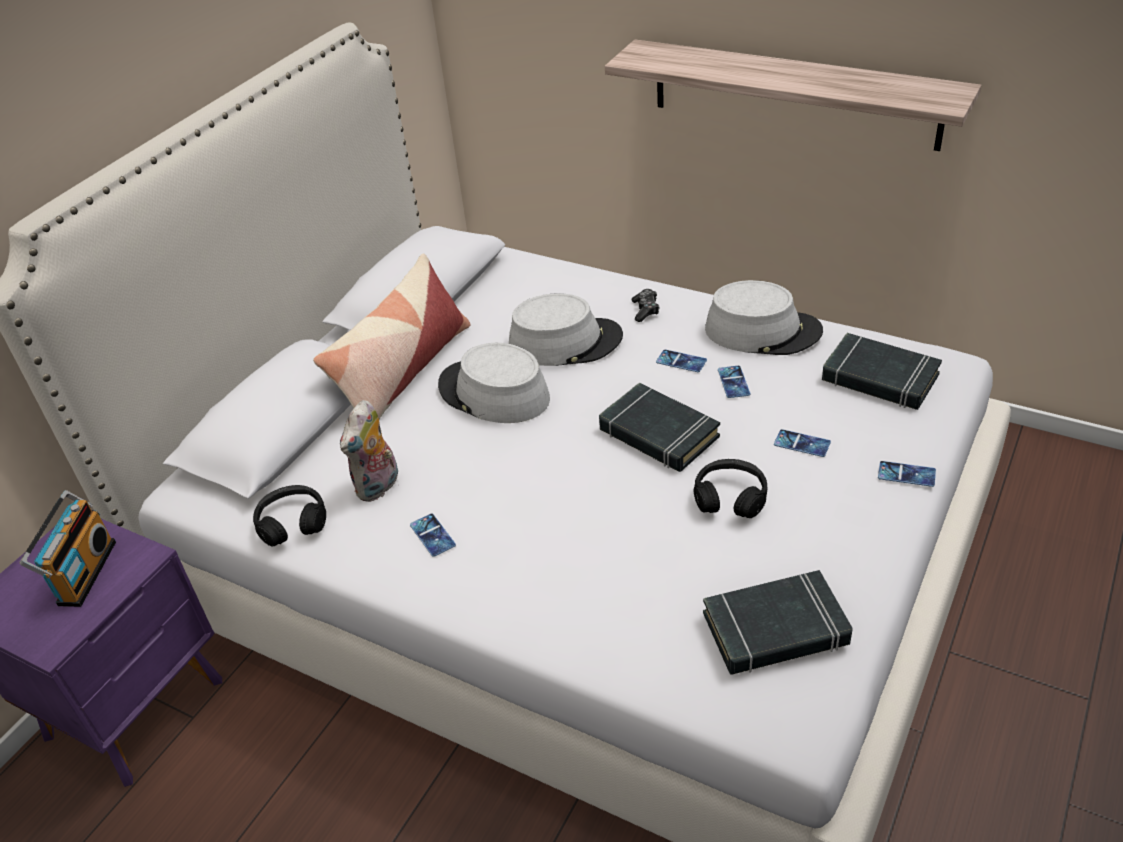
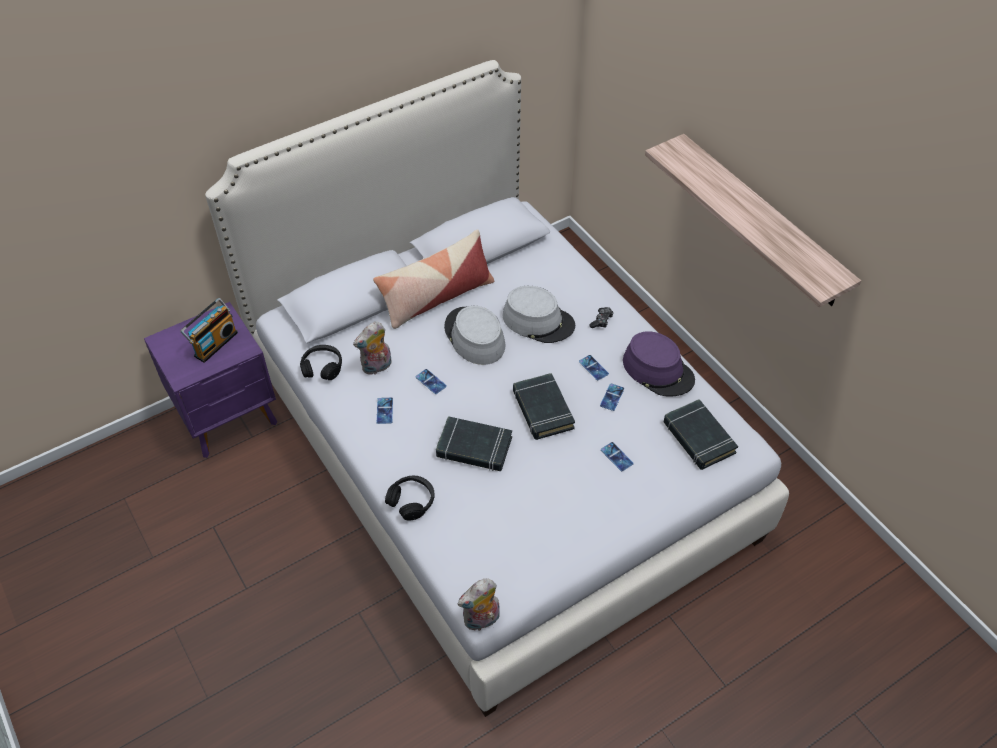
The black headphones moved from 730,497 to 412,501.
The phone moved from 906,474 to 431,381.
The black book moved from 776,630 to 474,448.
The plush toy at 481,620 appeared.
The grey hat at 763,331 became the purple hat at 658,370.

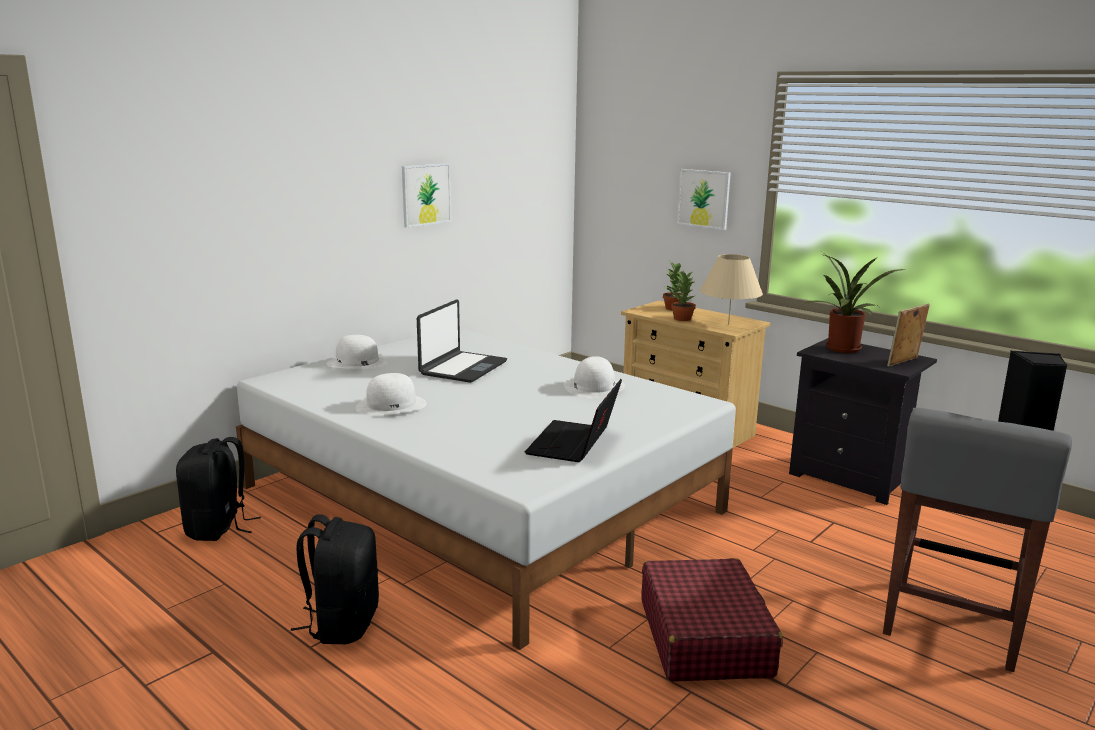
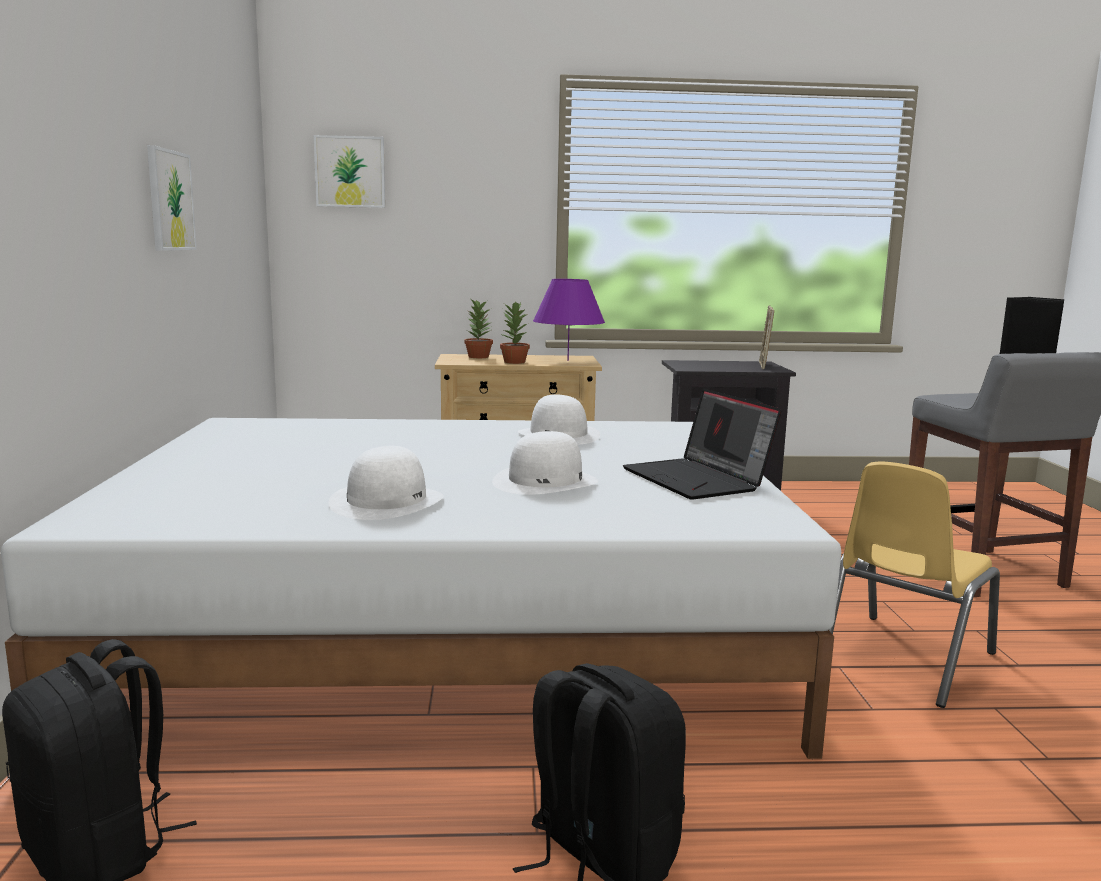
The picture moved from 704,198 to 350,172.
The white hat moved from 357,362 to 545,482.
The beige table lamp at 728,324 became the purple table lamp at 567,360.
The red suitcase at 704,637 was replaced by the yellow chair at 904,659.
The laptop at 462,368 disappeared.
The potted plant at 843,350 disappeared.

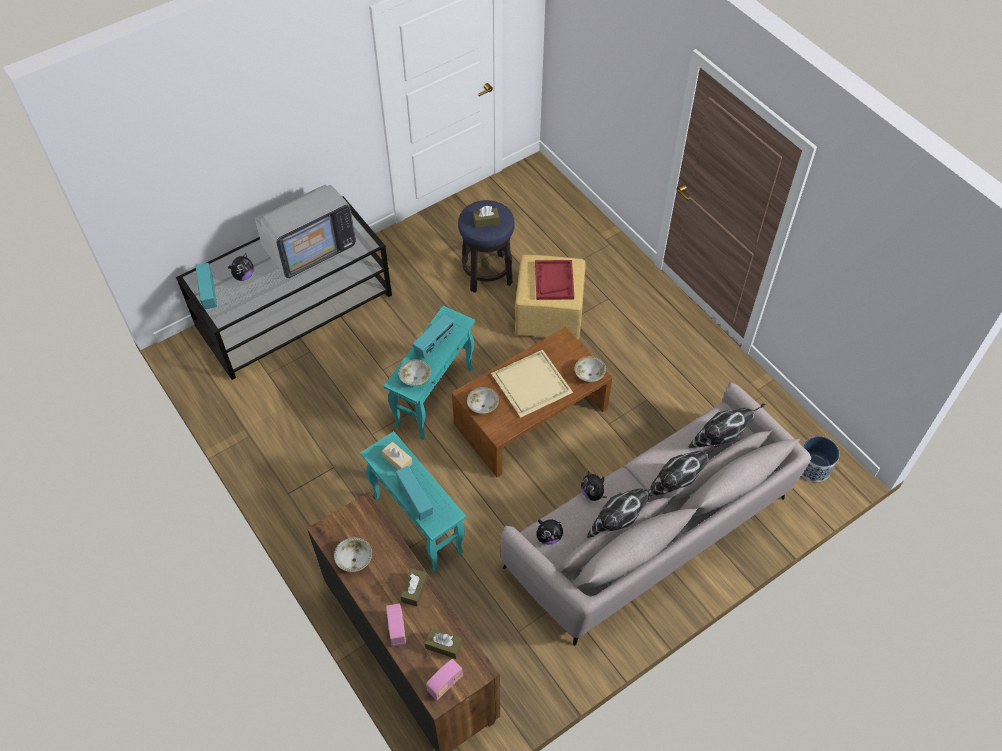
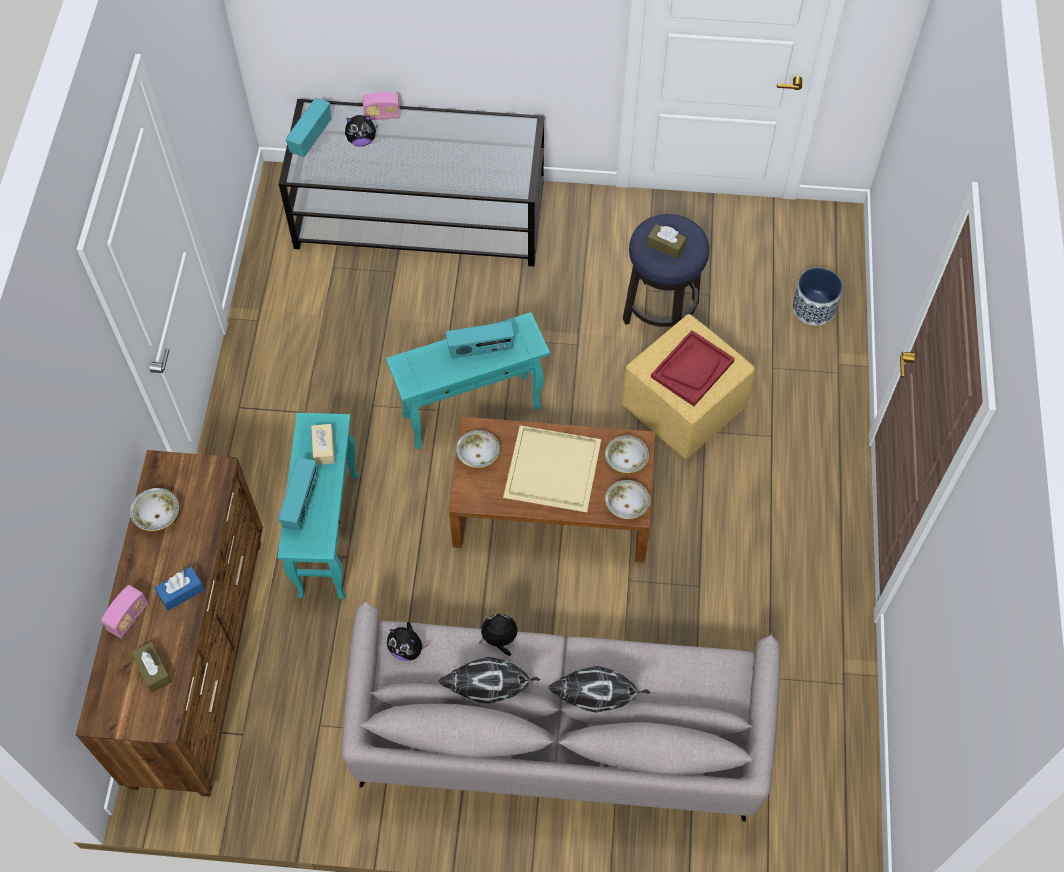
The brown tissue box at 414,590 became the blue tissue box at 181,592.
The radio moved from 445,683 to 382,115.
The plush toy at 593,493 turned 75 degrees clockwise.
The bowl moved from 415,378 to 626,461.
The planter moved from 813,467 to 813,308.
The television at 310,248 disappeared.
The pillow at 720,442 disappeared.

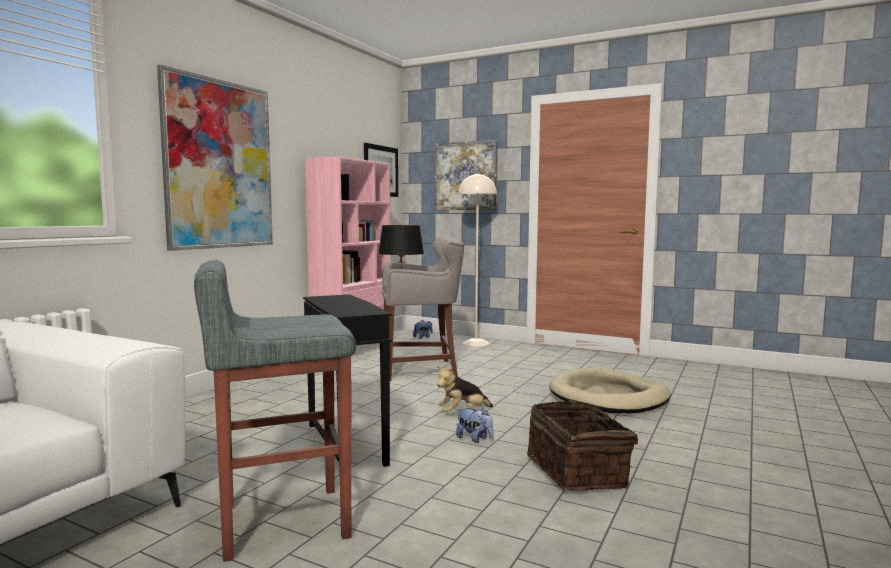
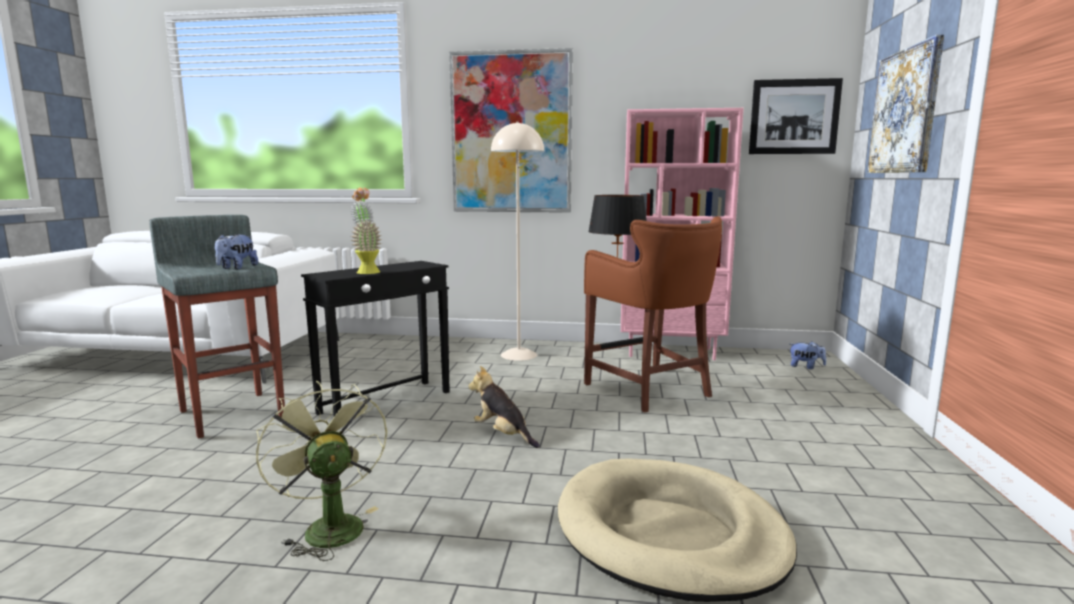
The plush toy moved from 474,439 to 236,268.
The basket at 579,471 was replaced by the green fan at 328,526.
The potted plant at 367,271 appeared.
The beige floor lamp moved from 475,343 to 518,355.
The grey stool at 422,369 became the brown stool at 650,390.

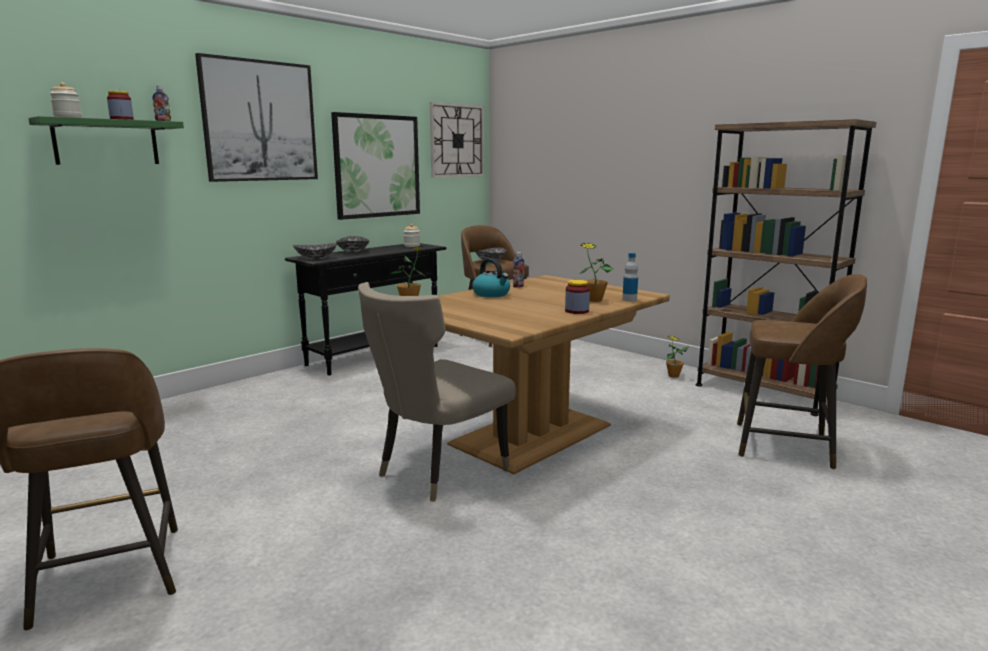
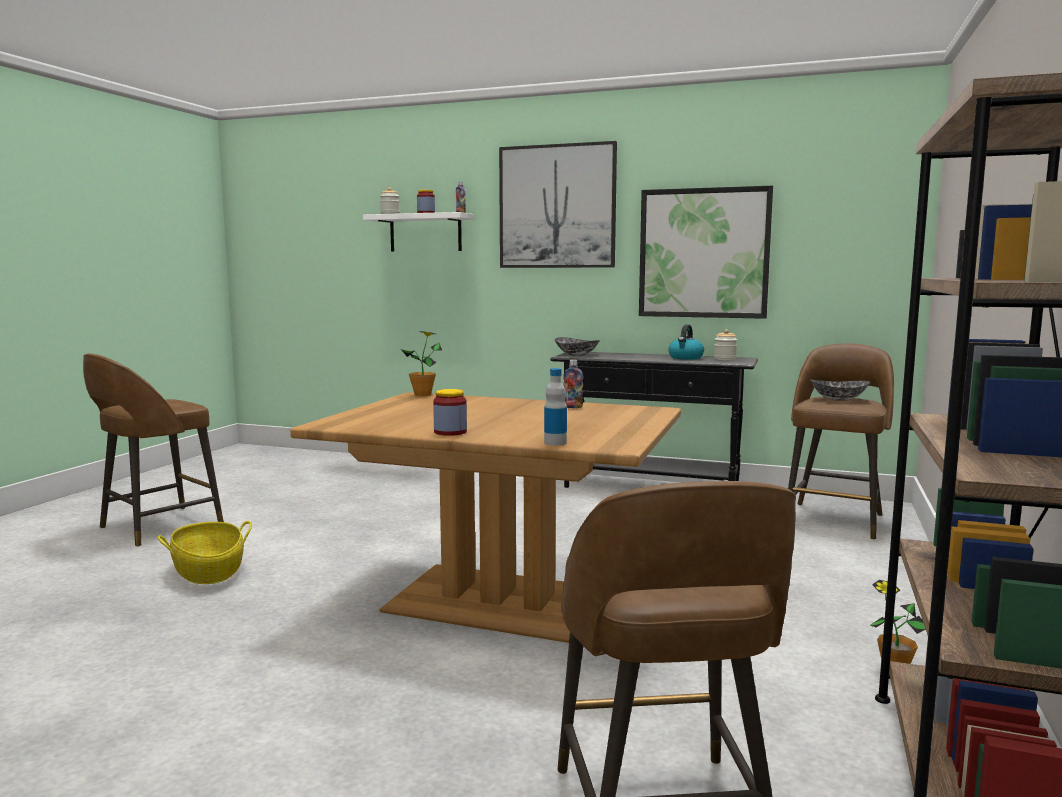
The basket at 209,571 appeared.
The green shelf at 106,142 became the white shelf at 425,233.
The kettle moved from 492,294 to 686,358.
The bowl at 352,251 disappeared.
The beige chair at 436,472 disappeared.
The wall clock at 457,141 disappeared.
The potted plant at 594,300 disappeared.

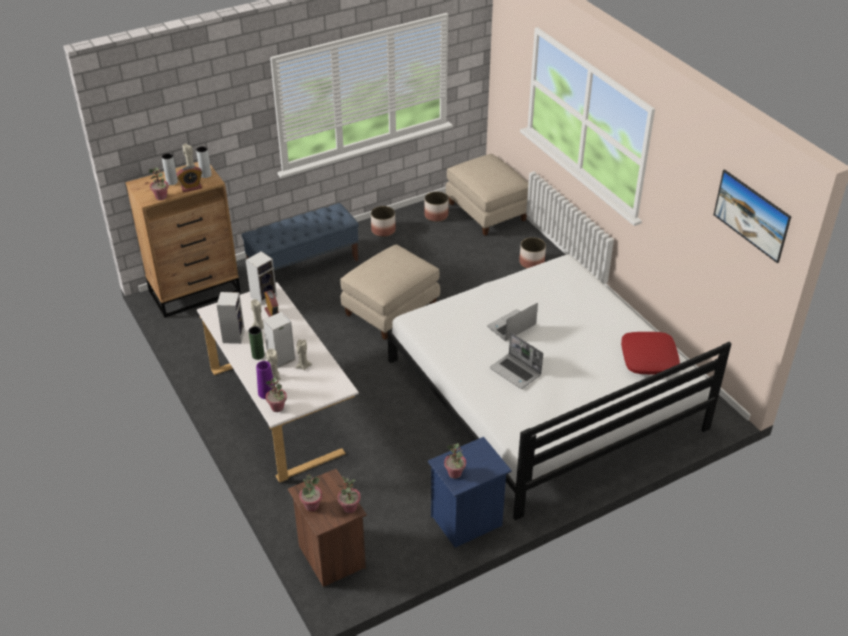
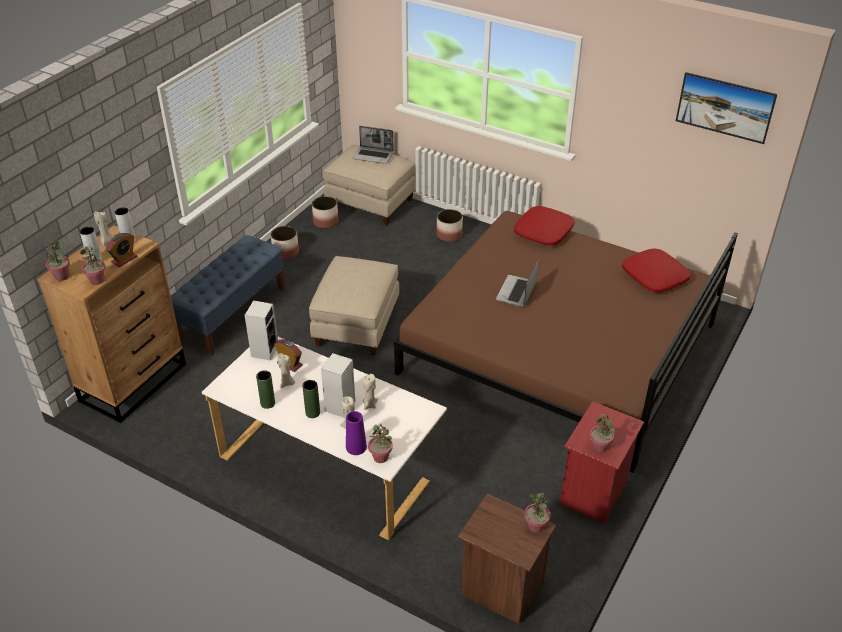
The potted plant moved from 311,506 to 61,276.
The speaker at 233,335 was replaced by the green vase at 267,403.
The laptop moved from 516,372 to 374,156.
The white bed at 543,394 became the brown bed at 559,348.
The red pillow at 544,232 appeared.
The blue nightstand at 467,521 became the red nightstand at 594,494.

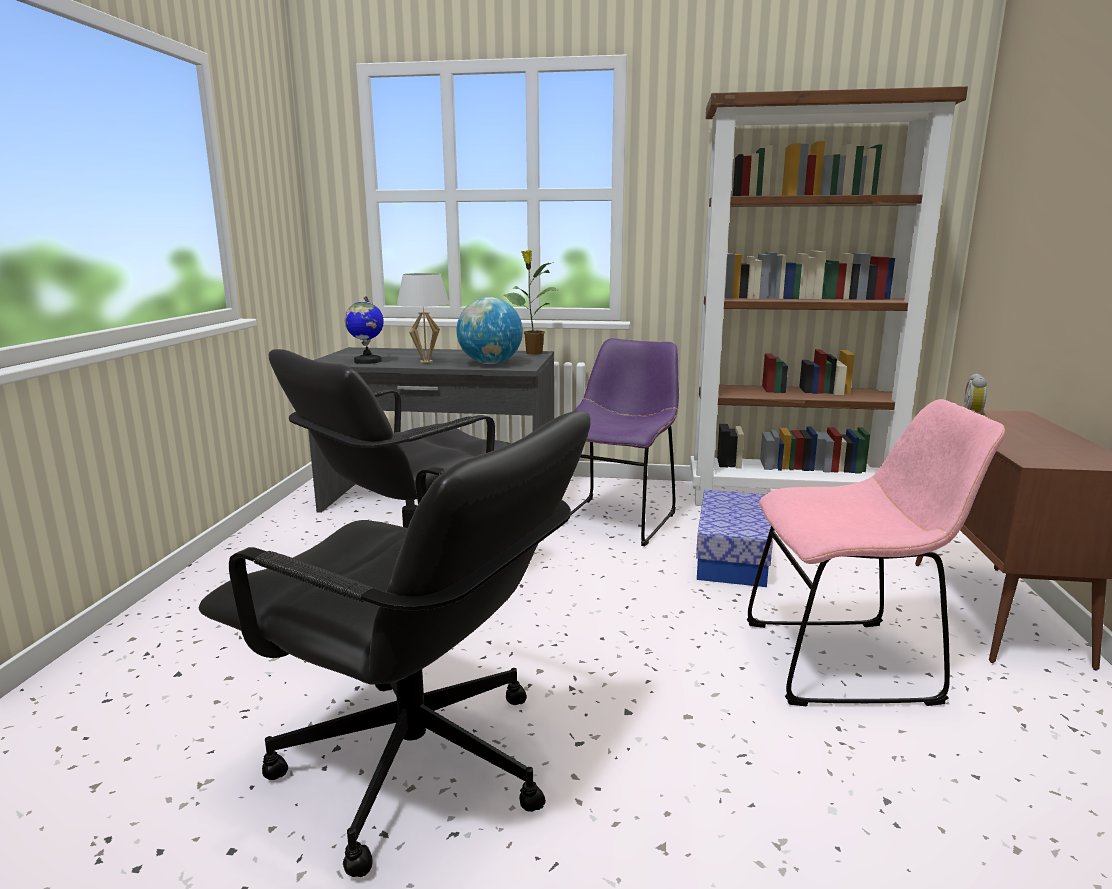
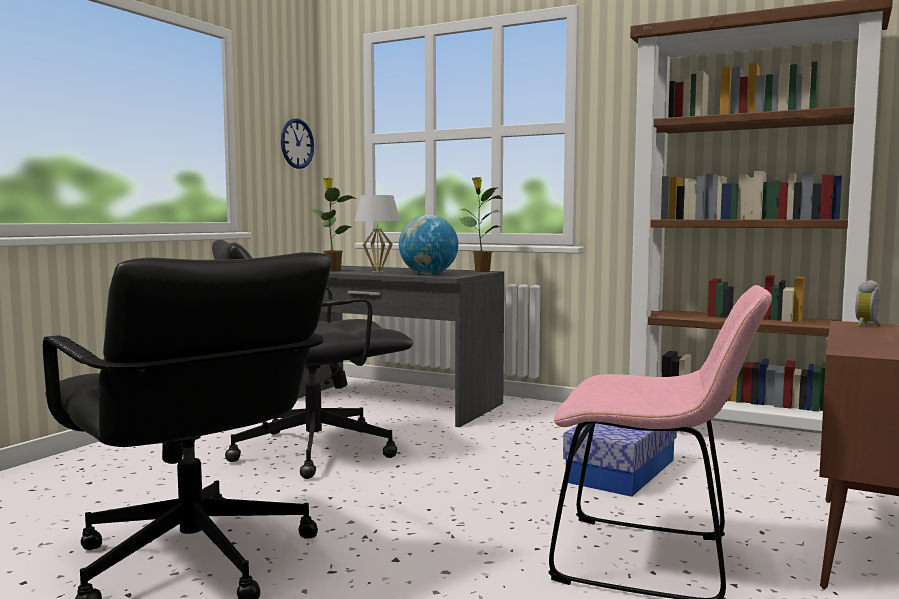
The wall clock at 297,143 appeared.
The globe at 367,361 was replaced by the potted plant at 332,270.
The purple chair at 617,518 disappeared.

